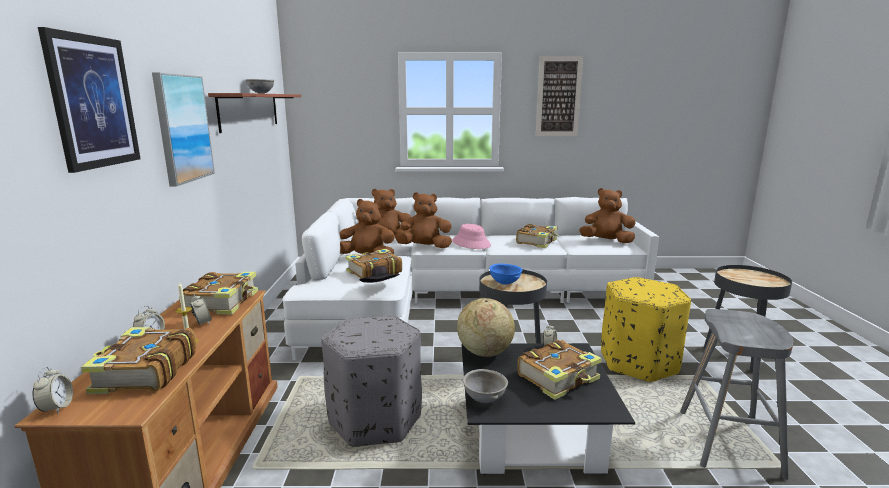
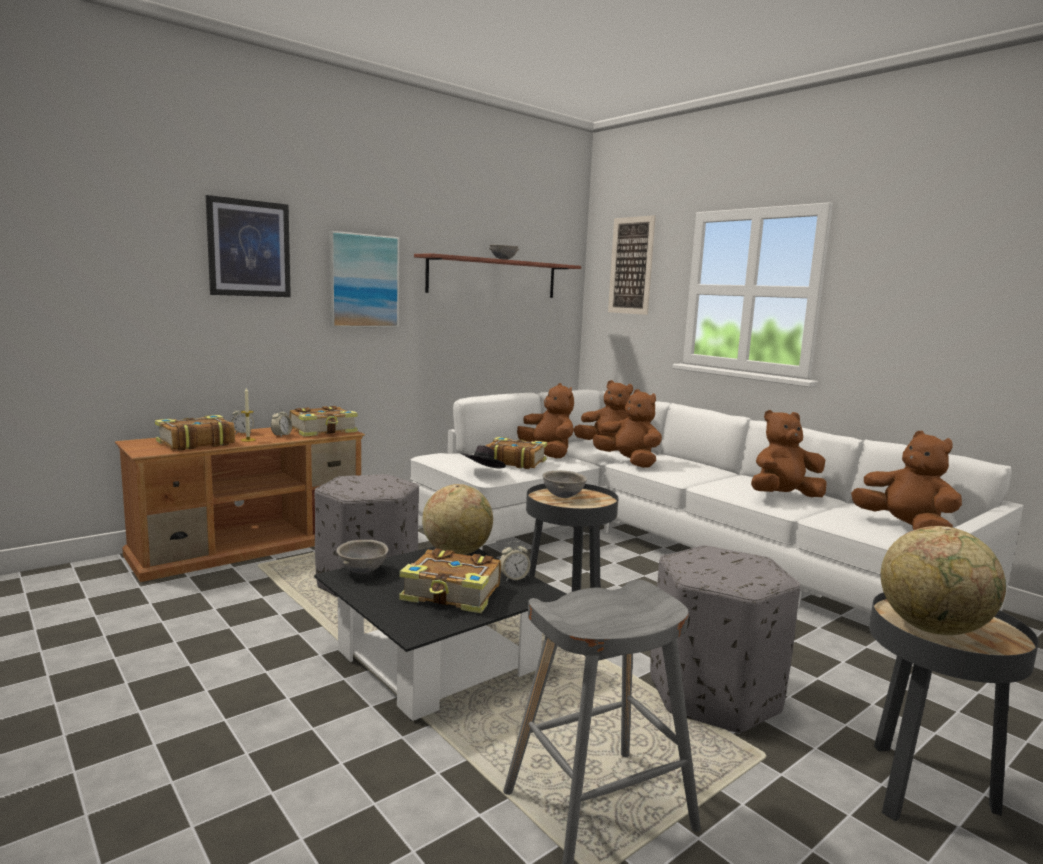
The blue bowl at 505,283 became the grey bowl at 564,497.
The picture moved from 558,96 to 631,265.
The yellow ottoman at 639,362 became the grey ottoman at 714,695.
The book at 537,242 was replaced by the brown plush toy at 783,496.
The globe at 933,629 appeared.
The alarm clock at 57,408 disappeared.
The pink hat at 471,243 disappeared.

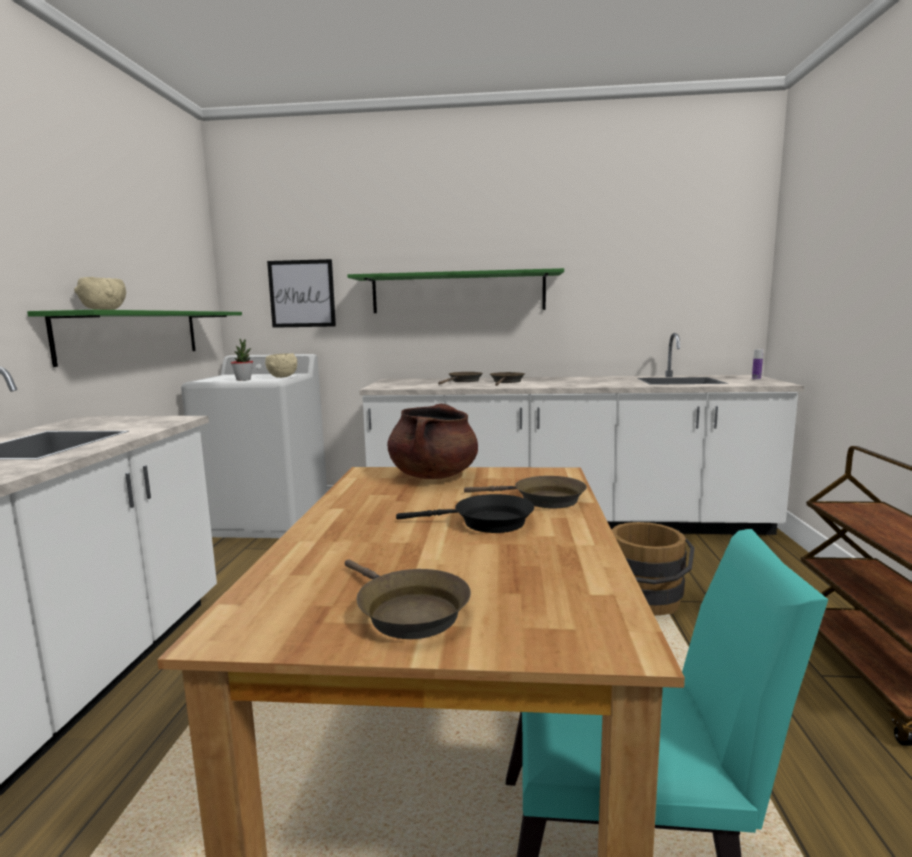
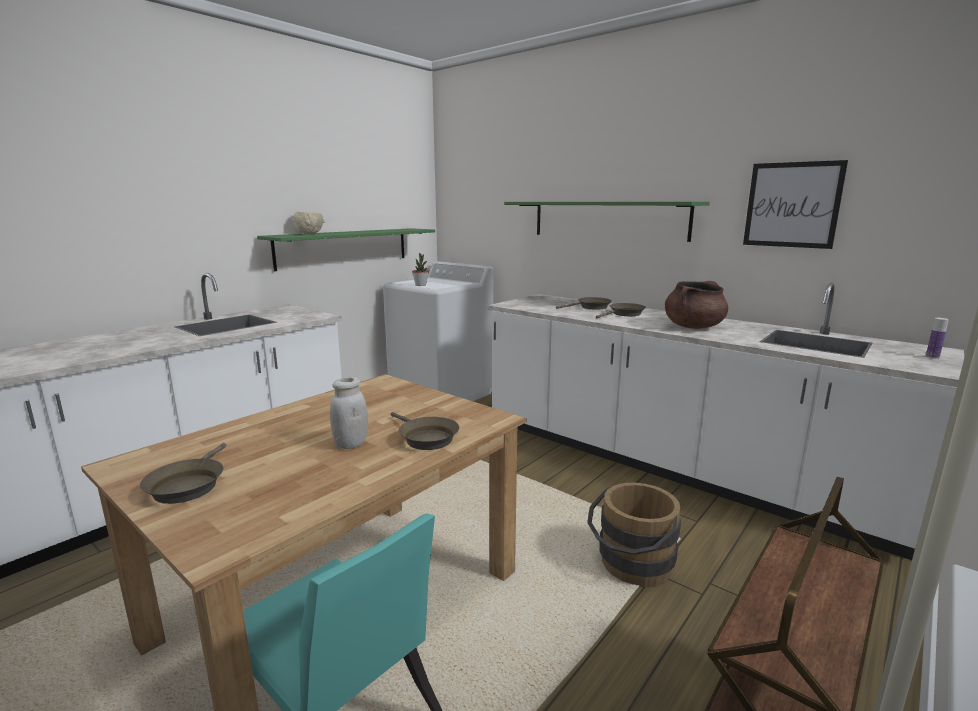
The black frying pan at 486,522 was replaced by the white jar at 351,444.
The brown cooking pot moved from 433,475 to 693,327.
The picture moved from 302,294 to 792,205.
The beige bowl at 282,377 disappeared.

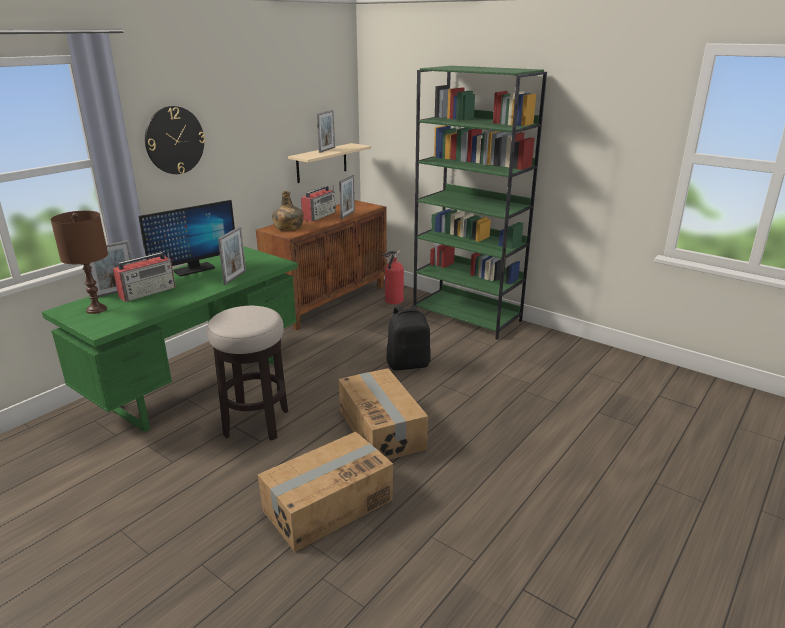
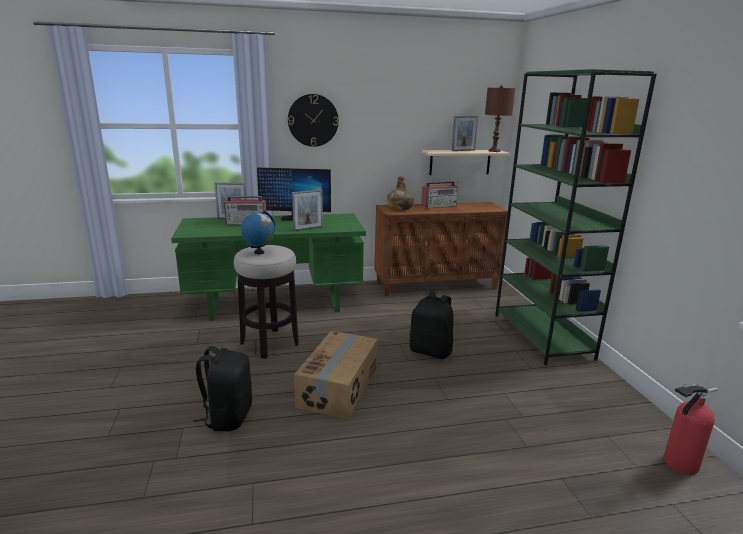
The cardboard box at 327,505 was replaced by the black backpack at 228,417.
The globe at 259,252 appeared.
The brown table lamp moved from 96,309 to 494,151.
The fire extinguisher moved from 393,301 to 678,464.
The picture frame at 348,214 disappeared.

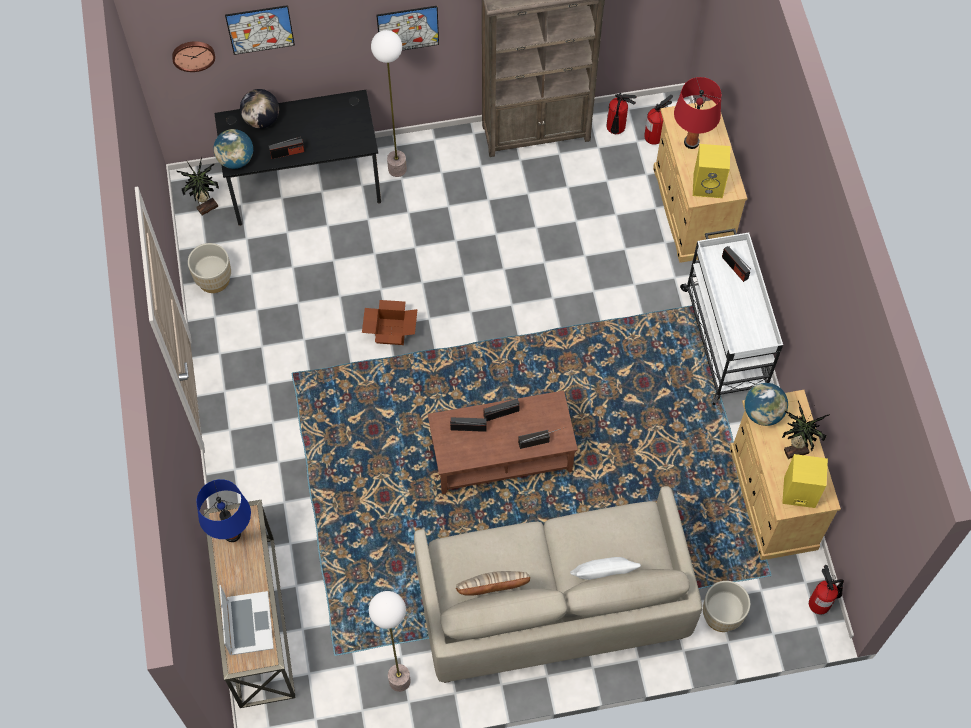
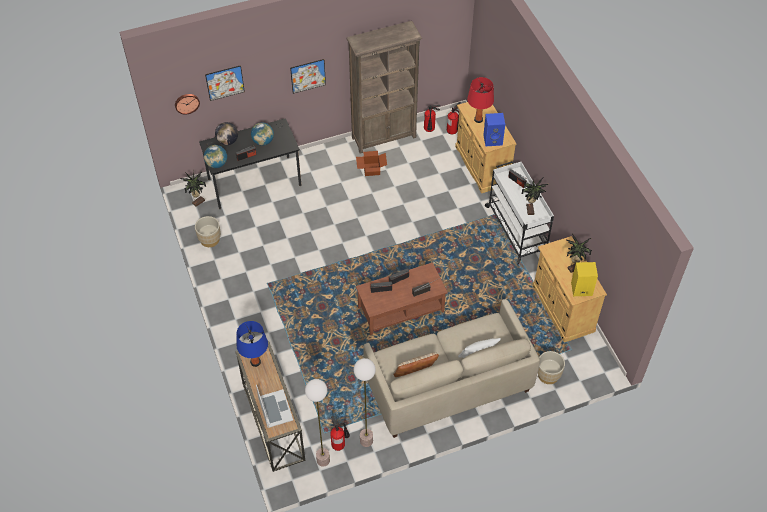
The globe moved from 763,413 to 263,141.
The floor lamp moved from 397,169 to 323,460.
The fire extinguisher moved from 821,603 to 339,444.
The cardboard box moved from 390,331 to 371,169.
The yellow speaker at 708,185 became the blue speaker at 493,139.
The potted plant at 531,210 appeared.

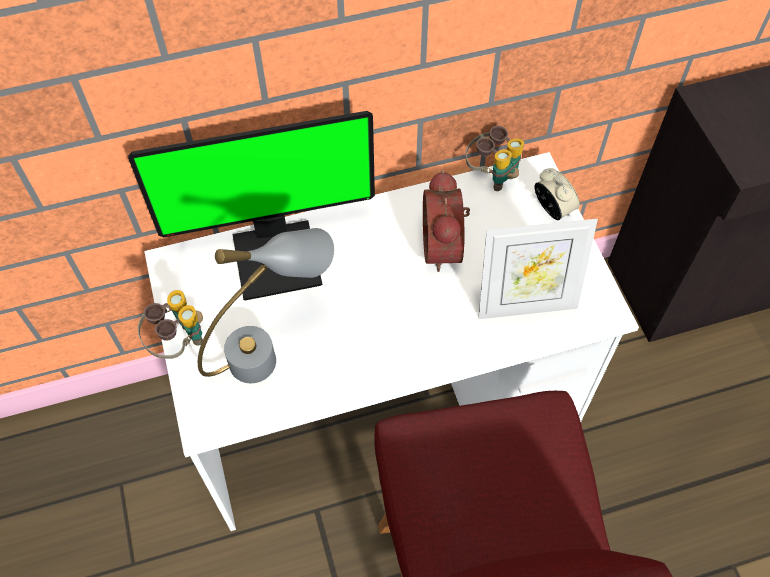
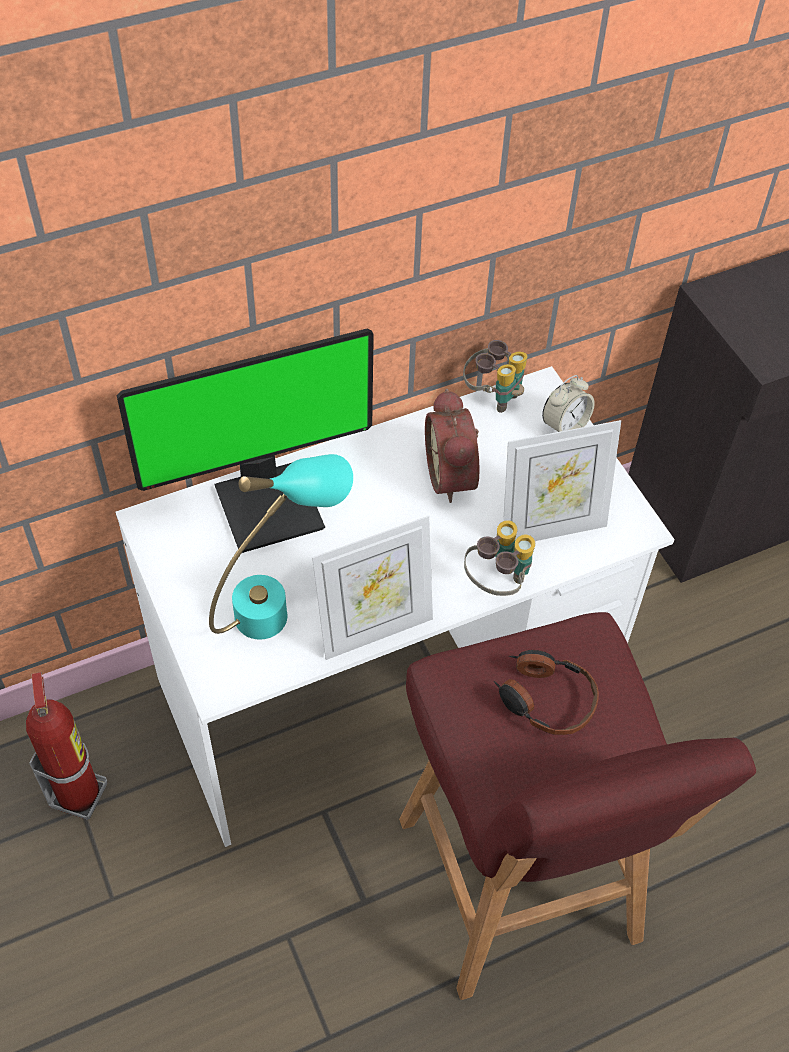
The fire extinguisher at 79,794 appeared.
The grey table lamp at 273,350 became the turquoise table lamp at 282,602.
The picture frame at 374,629 appeared.
The binoculars moved from 178,342 to 497,583.
The headphones at 545,698 appeared.
The alarm clock at 552,209 turned 90 degrees clockwise.

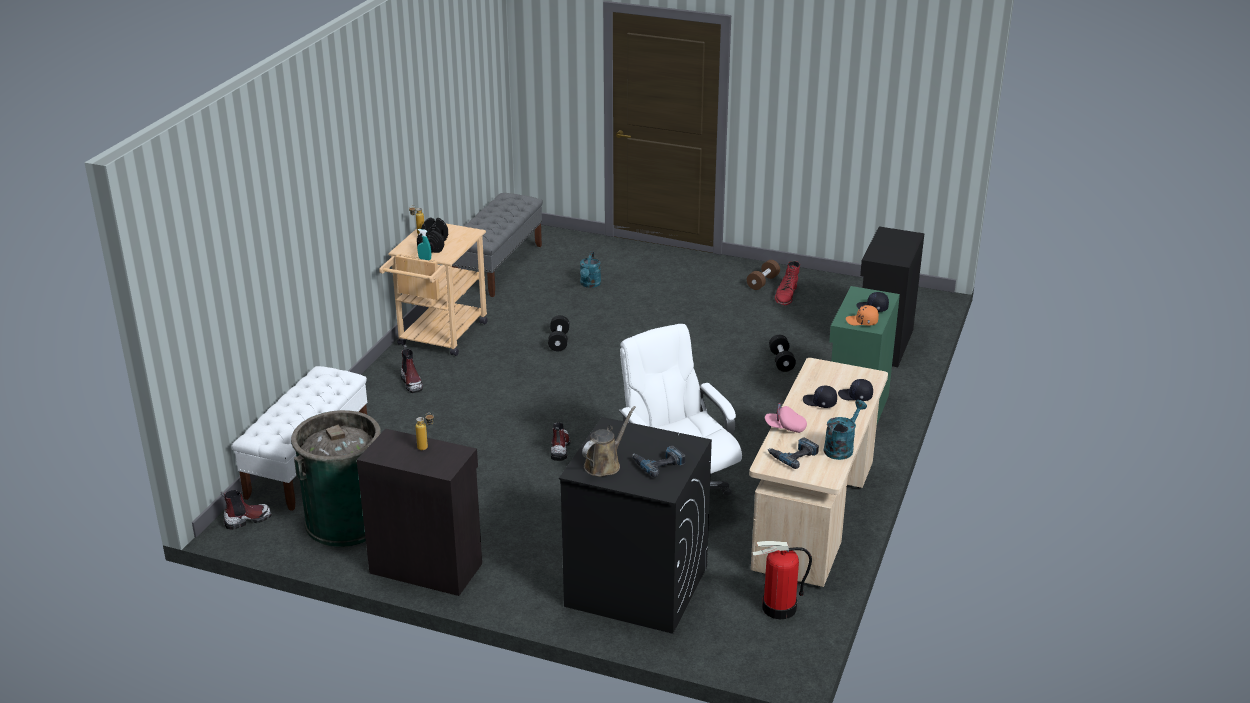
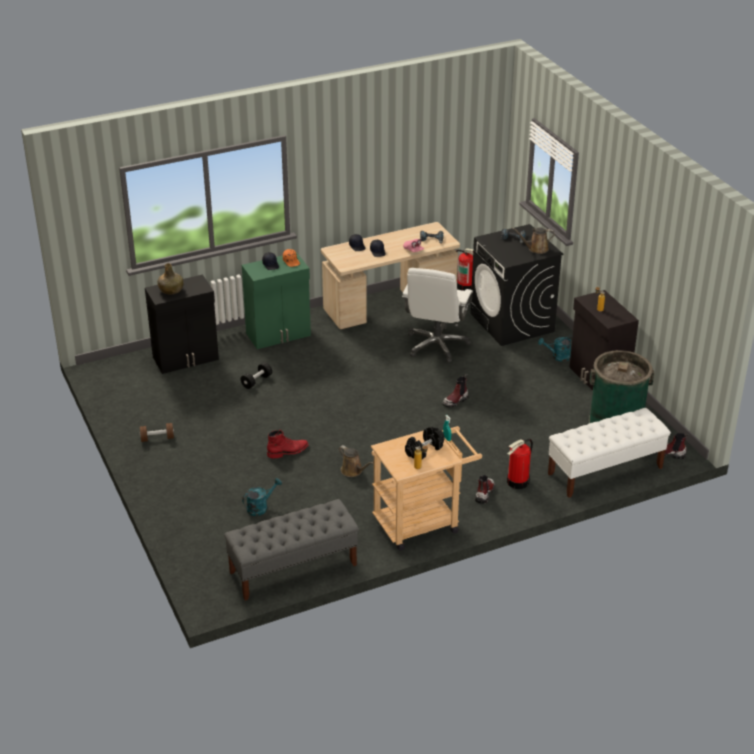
The green bottle at 171,290 appeared.
The red boot moved from 786,295 to 288,451.
The black dumbbell at 559,341 was replaced by the brown watering can at 353,471.
The fire extinguisher at 518,482 appeared.
The turquoise watering can moved from 841,448 to 558,357.

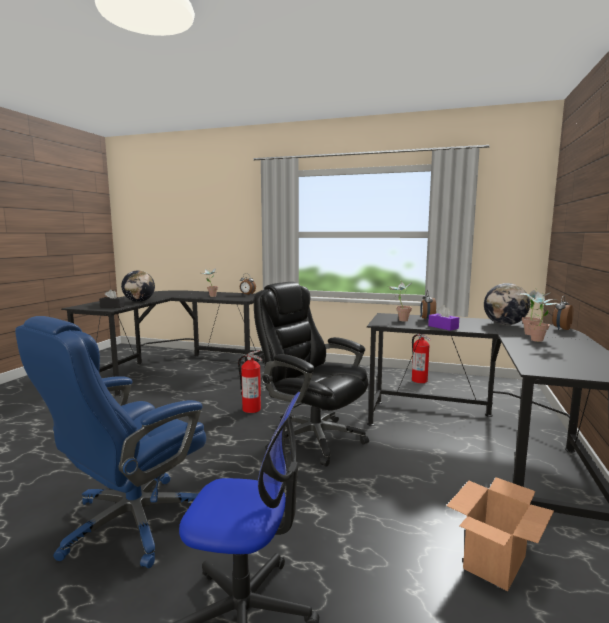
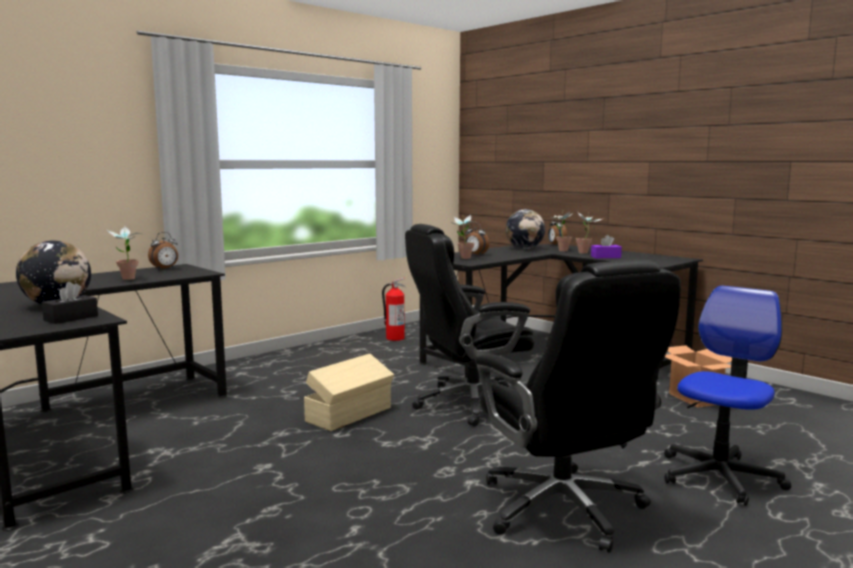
The fire extinguisher at 251,409 was replaced by the beige storage box at 350,414.
The blue office chair at 131,523 became the black office chair at 564,509.
The purple tissue box moved from 443,327 to 605,257.

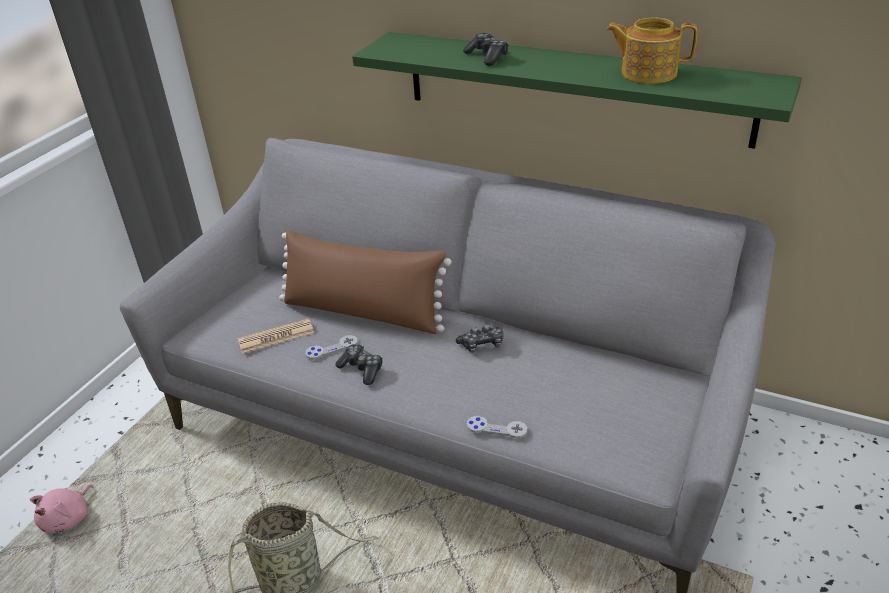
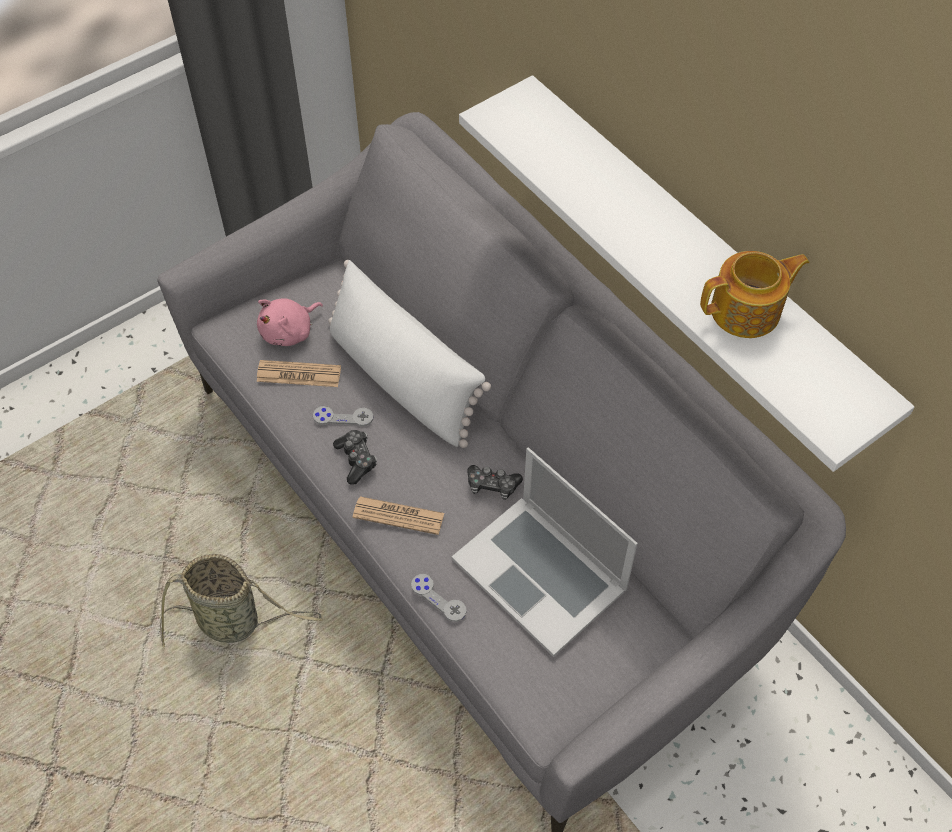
The pink plush toy moved from 69,518 to 289,331.
The brown pillow at 363,312 became the white pillow at 402,380.
The newspaper at 398,516 appeared.
The laptop at 540,573 appeared.
The green shelf at 573,87 became the white shelf at 698,256.
The teapot at 647,73 turned 120 degrees clockwise.
The game controller at 487,57 disappeared.

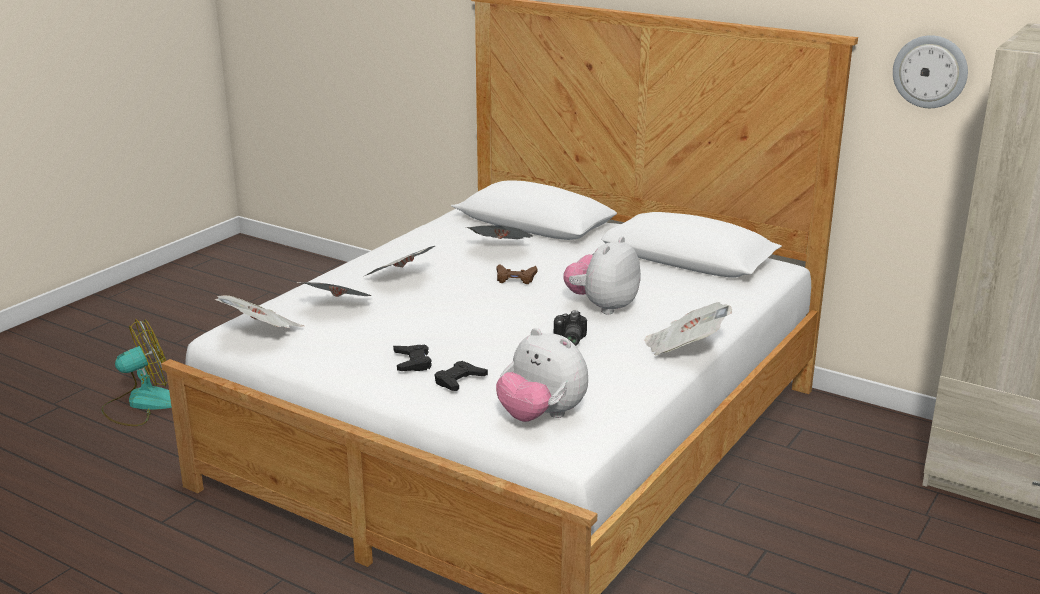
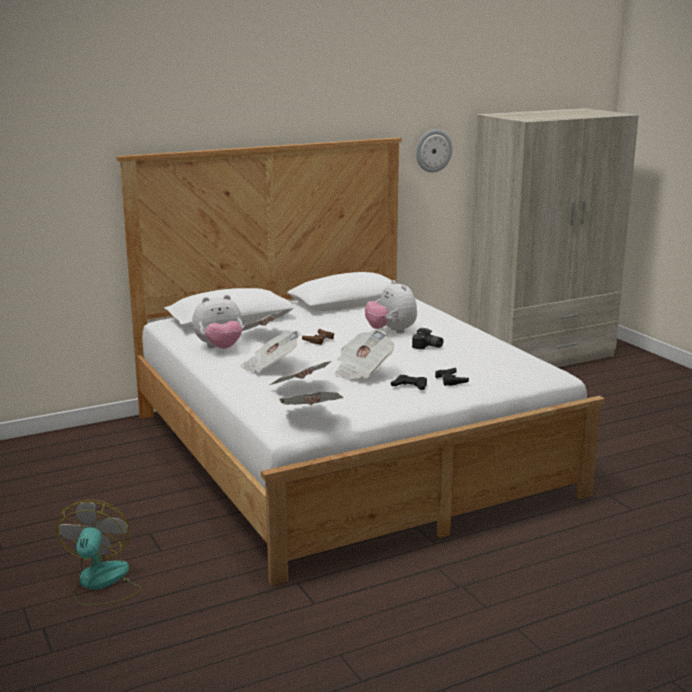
The plush toy moved from 541,416 to 220,348.
The newspaper moved from 684,348 to 362,370.

